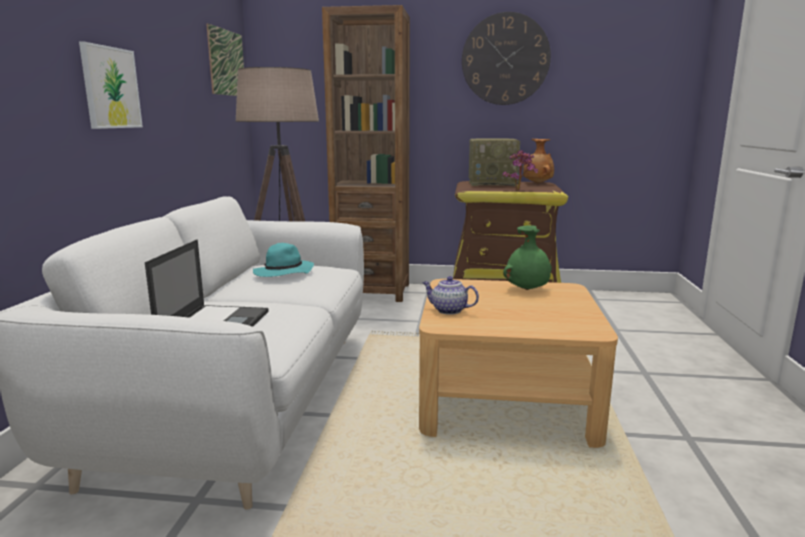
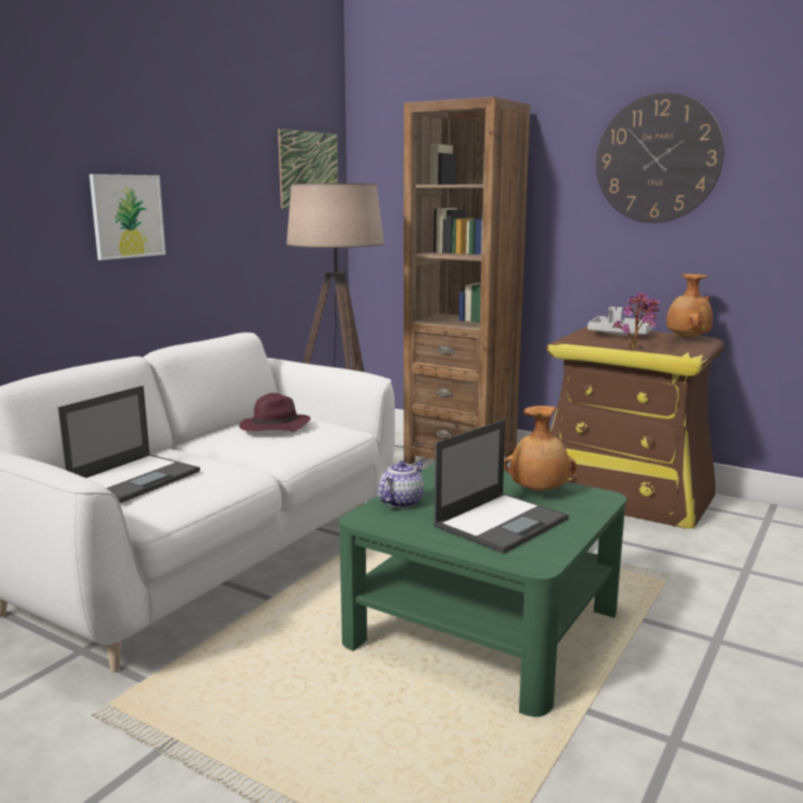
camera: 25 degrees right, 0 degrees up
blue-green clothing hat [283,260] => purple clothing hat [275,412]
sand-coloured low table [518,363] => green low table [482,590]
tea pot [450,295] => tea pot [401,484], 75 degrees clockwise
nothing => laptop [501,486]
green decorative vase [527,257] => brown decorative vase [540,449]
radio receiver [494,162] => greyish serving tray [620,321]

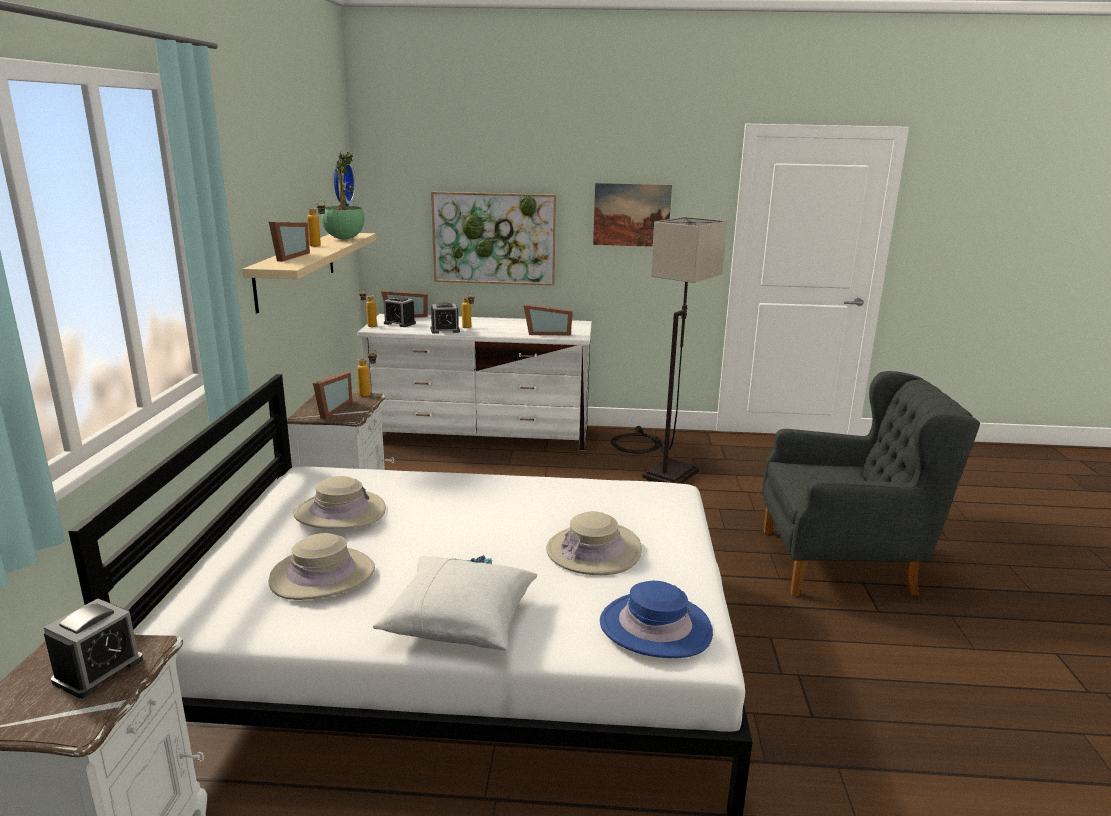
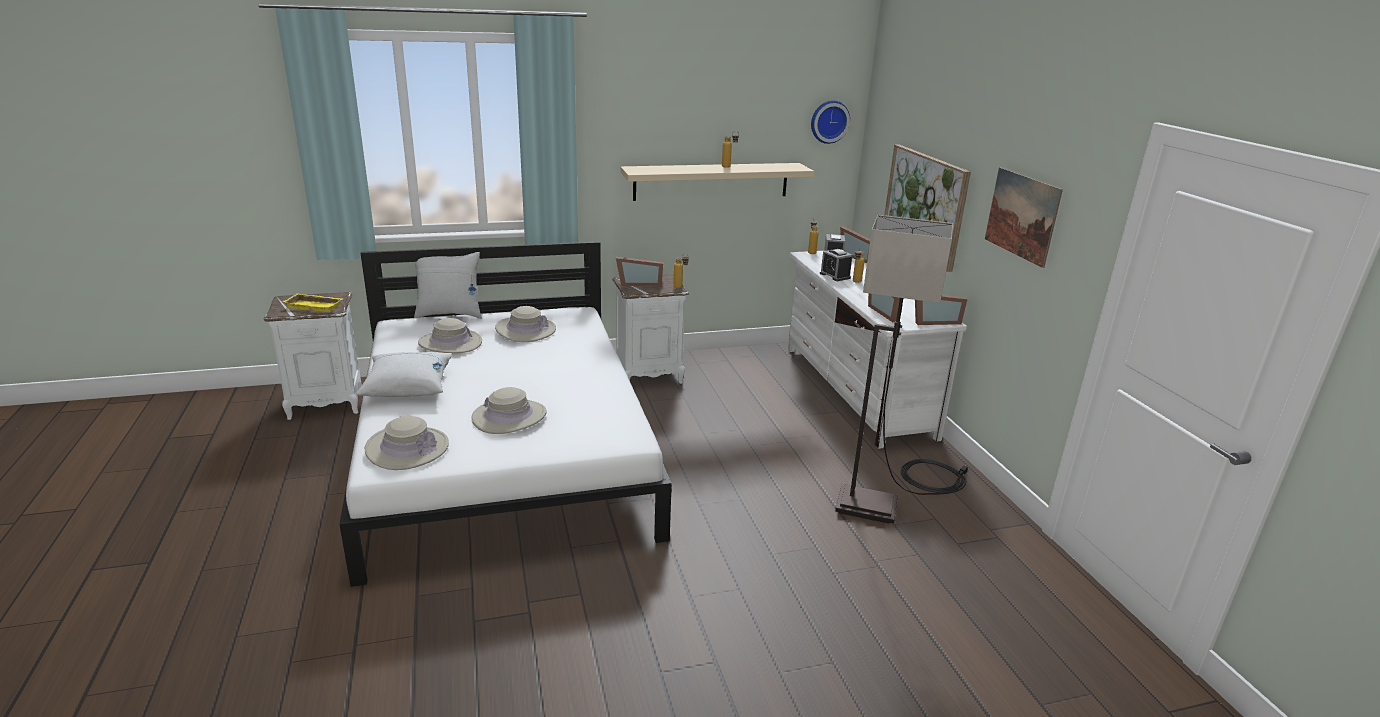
camera: 70 degrees right, 5 degrees up
table clock [93,648] => yellow serving tray [312,302]
blue-coloured clothing hat [656,619] => sand-coloured clothing hat [407,443]
nothing => greyish pillow [448,285]
picture frame [289,241] => picture frame [941,310], shifted
houseplant [342,195] => nothing
greyish easy chair [871,483] => nothing

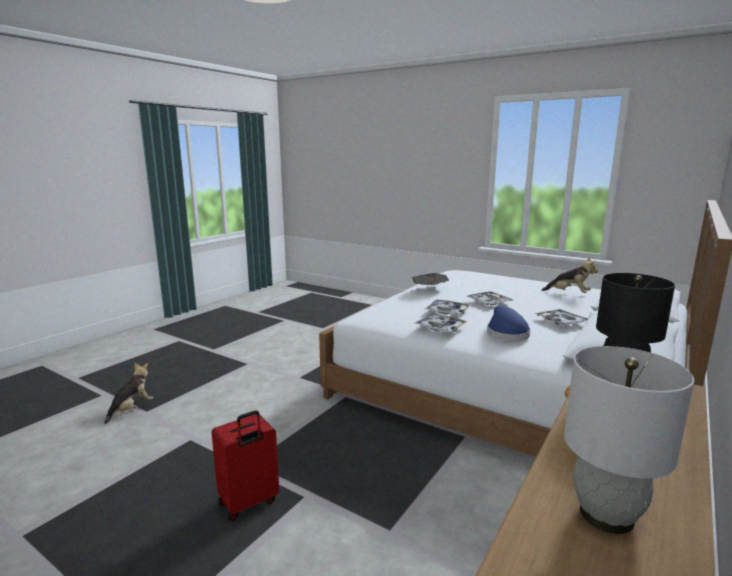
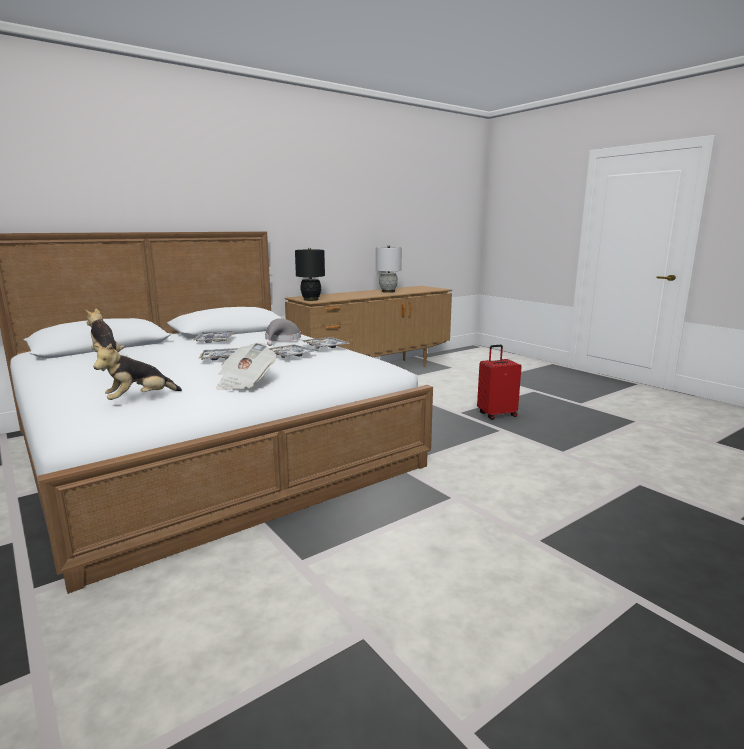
camera: 160 degrees left, 0 degrees up
cuddly toy [129,393] => cuddly toy [137,372], shifted
blue-coloured clothing hat [509,323] => greyish clothing hat [283,332]

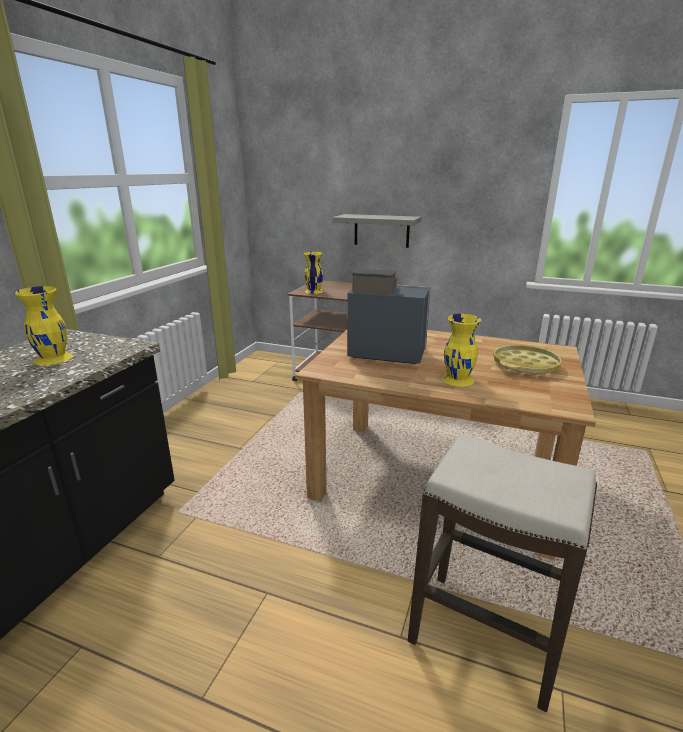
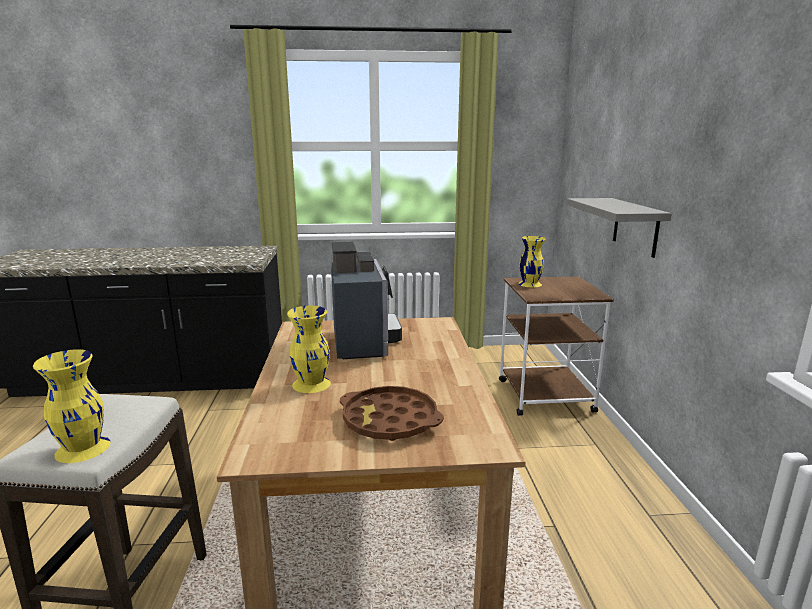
camera: 65 degrees right, 5 degrees down
yellow decorative vase [43,325] => yellow decorative vase [71,406], shifted
yellow serving tray [527,360] => brown serving tray [392,413]

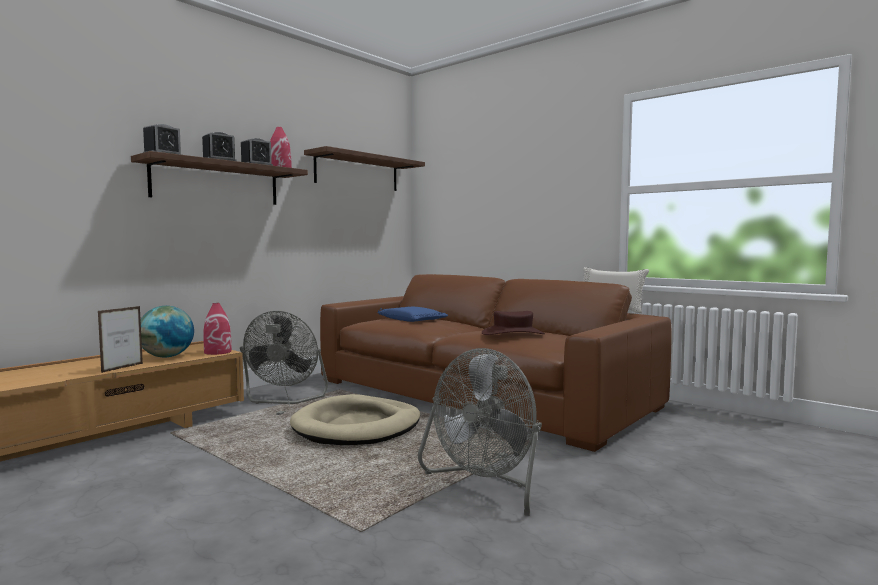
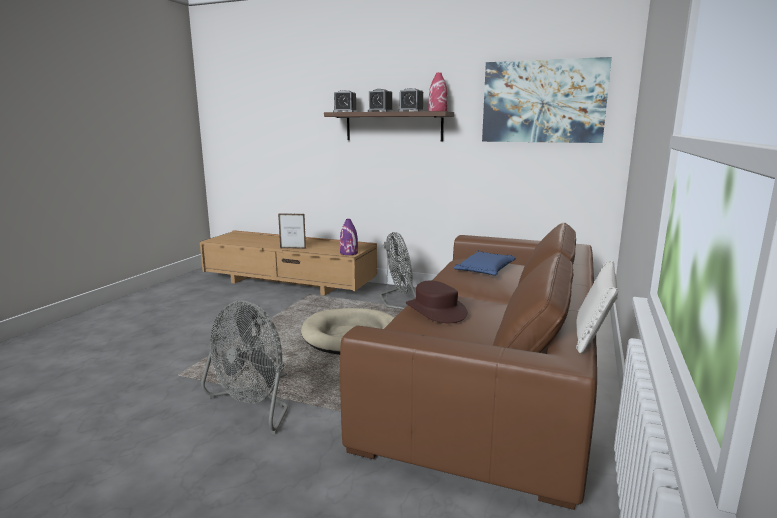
camera: 70 degrees right, 10 degrees up
greyish cooling fan [480,432] => greyish cooling fan [244,367], 75 degrees counterclockwise
reddish decorative vase [217,329] => purple decorative vase [349,237]
shelf [364,168] => picture [547,100]
desk globe [167,331] => nothing

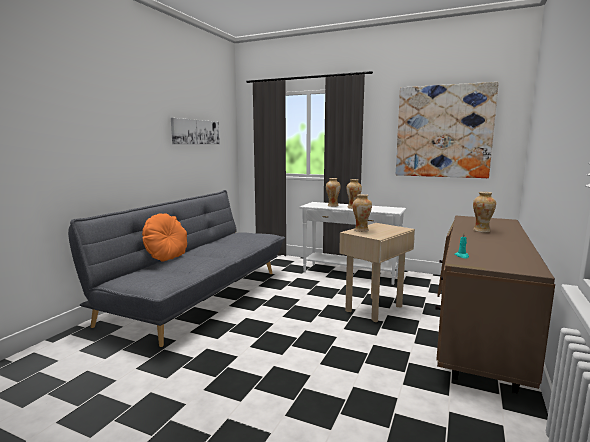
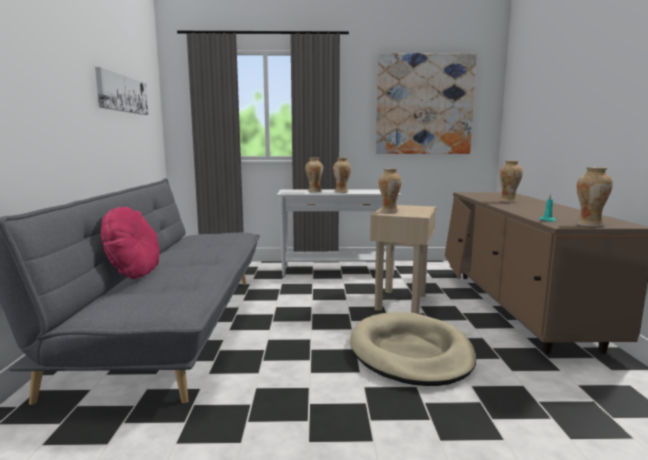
camera: 25 degrees left, 0 degrees up
orange pillow [164,237] => pink pillow [130,243]
nothing => sand-coloured pet bed [413,348]
nothing => decorative vase [595,197]

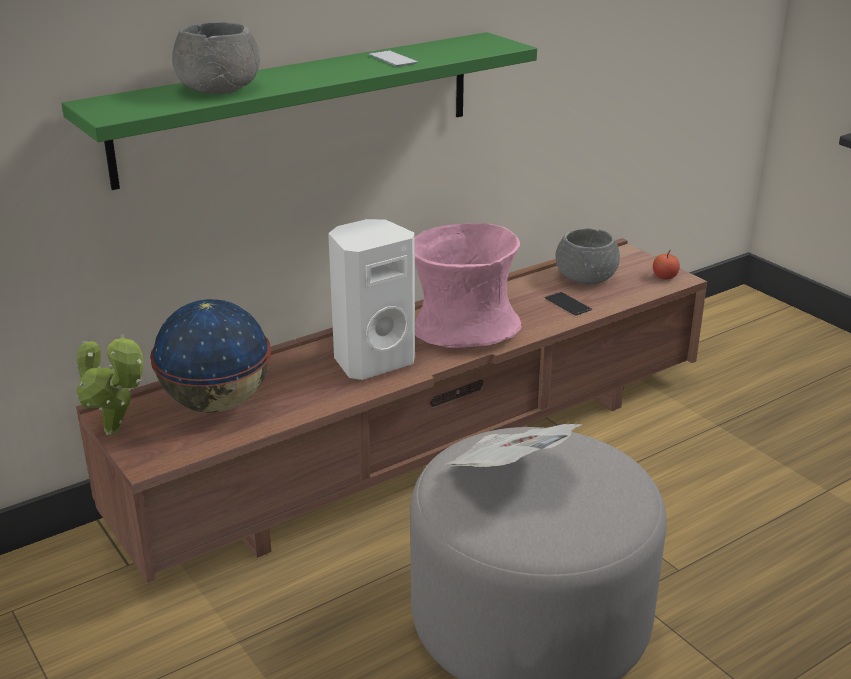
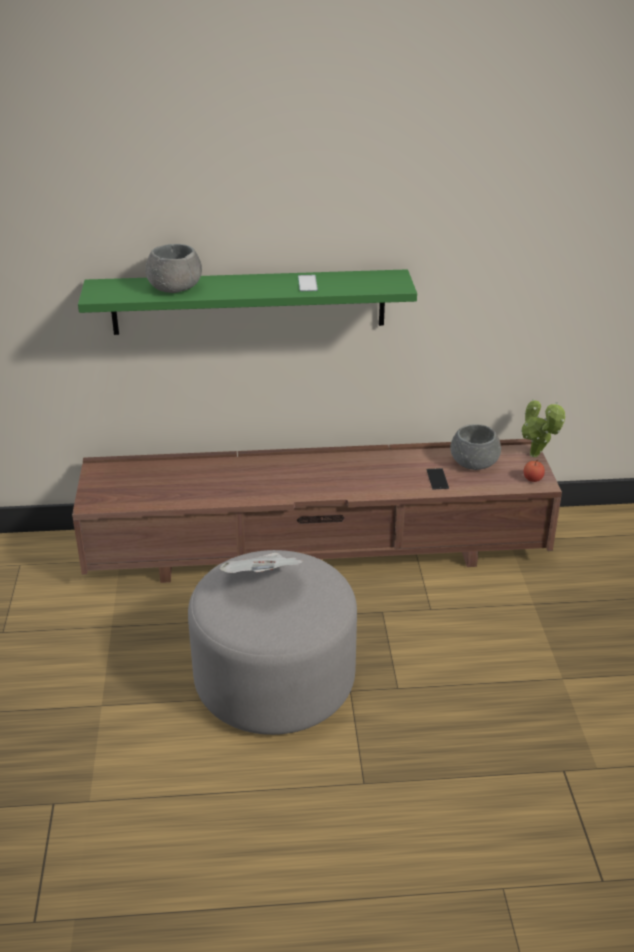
camera: 30 degrees right, 5 degrees up
houseplant [109,384] => houseplant [543,428], shifted
desk globe [210,356] => nothing
white loudspeaker [371,299] => nothing
pink decorative vase [468,285] => nothing

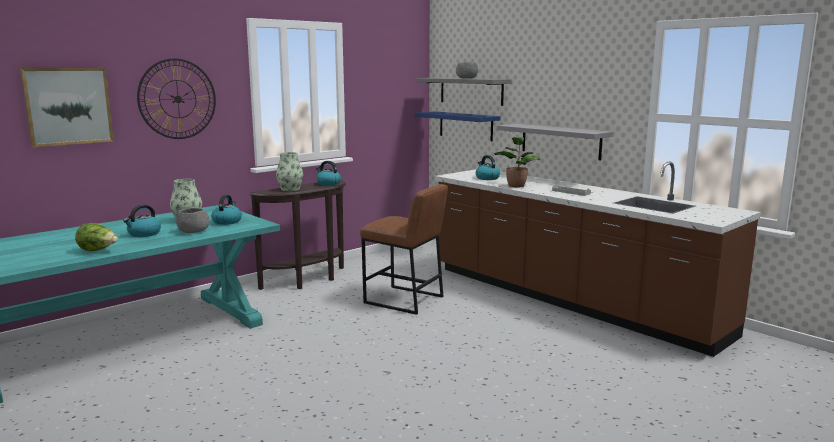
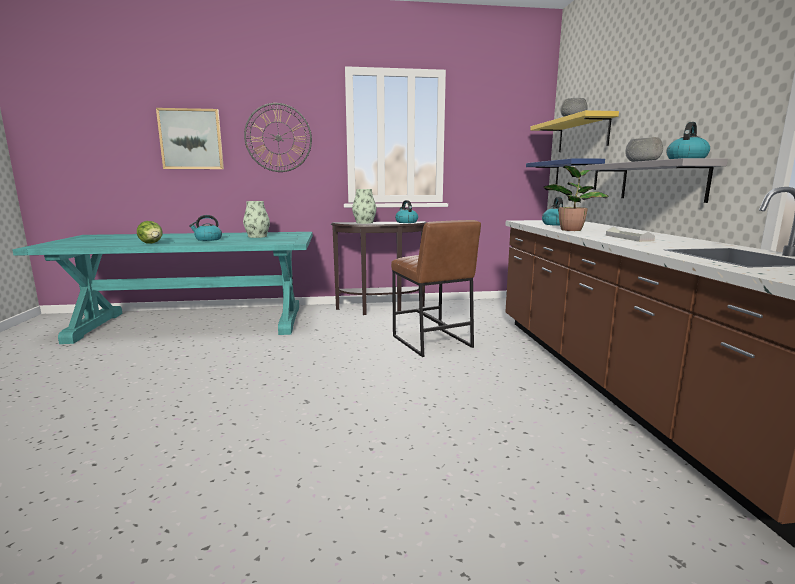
camera: 35 degrees right, 0 degrees up
greyish shelf [464,92] => yellow shelf [574,131]
greyish deep dish [193,220] => greyish deep dish [644,149], shifted
water kettle [226,209] => water kettle [688,140], shifted

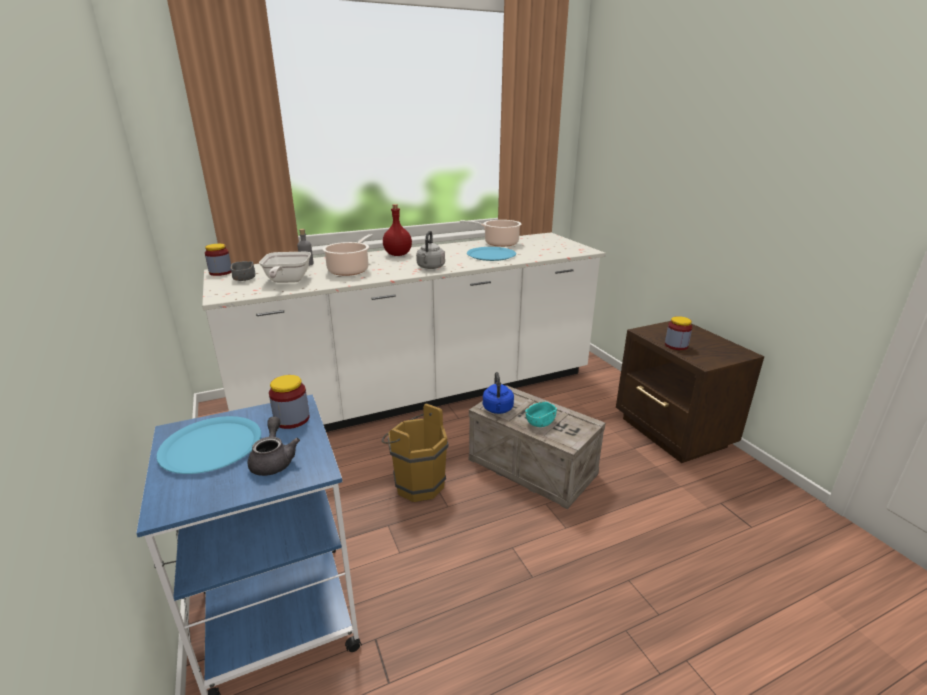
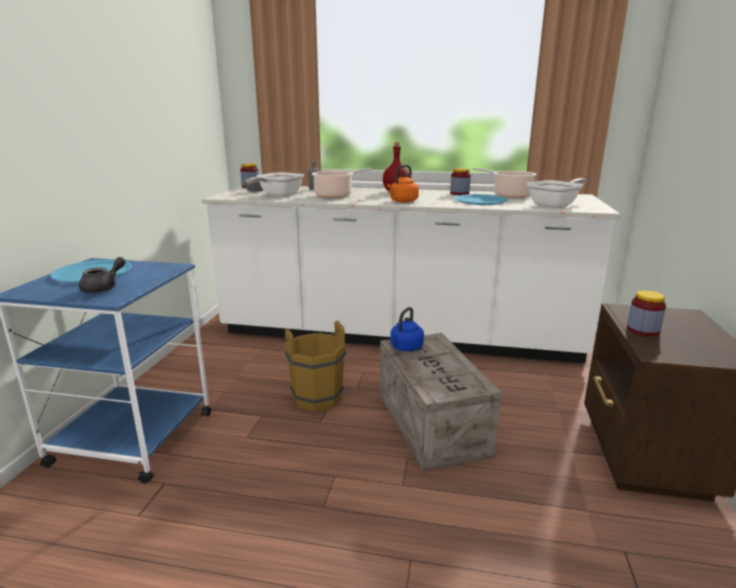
camera: 35 degrees right, 5 degrees down
greyish water kettle [430,250] => orange water kettle [403,183]
preserve jar [289,402] => preserve jar [460,181], shifted
nothing => pan [557,193]
blue-green deep dish [541,414] => nothing

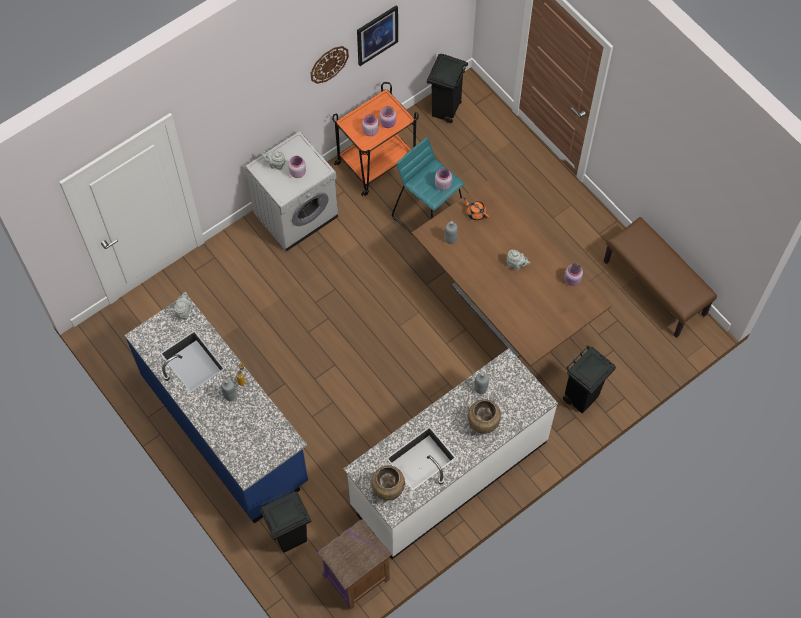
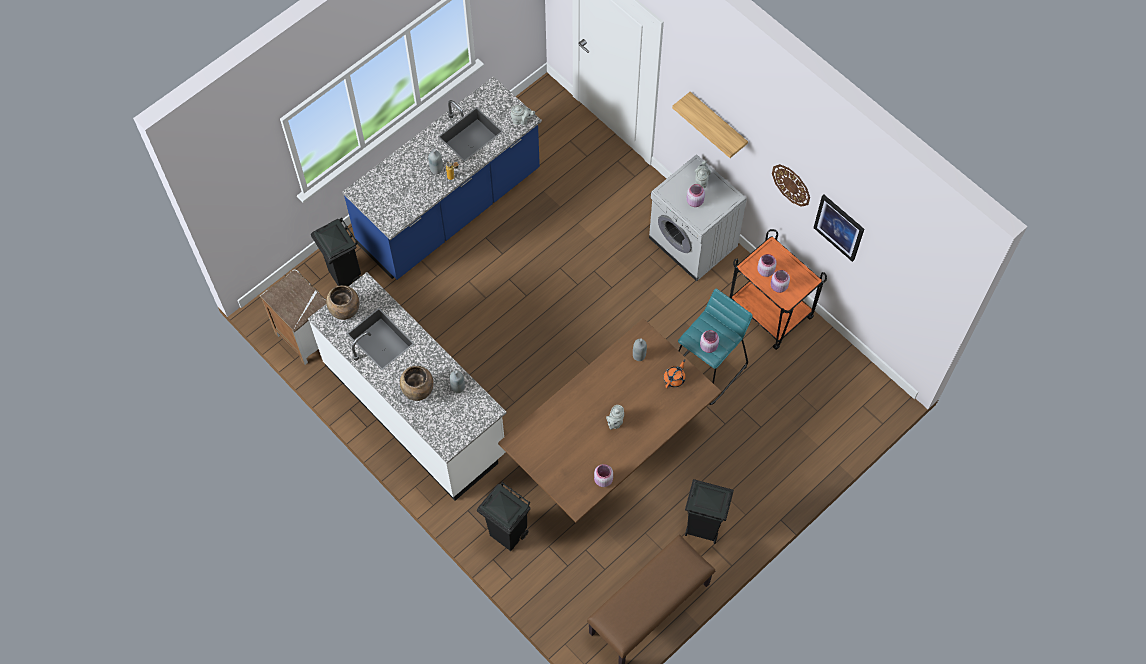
camera: 85 degrees right, 0 degrees up
purple bedside table [355,565] => white bedside table [293,317]
nothing => shelf [710,125]
black-coloured waste bin [447,88] => black-coloured waste bin [709,511], shifted

